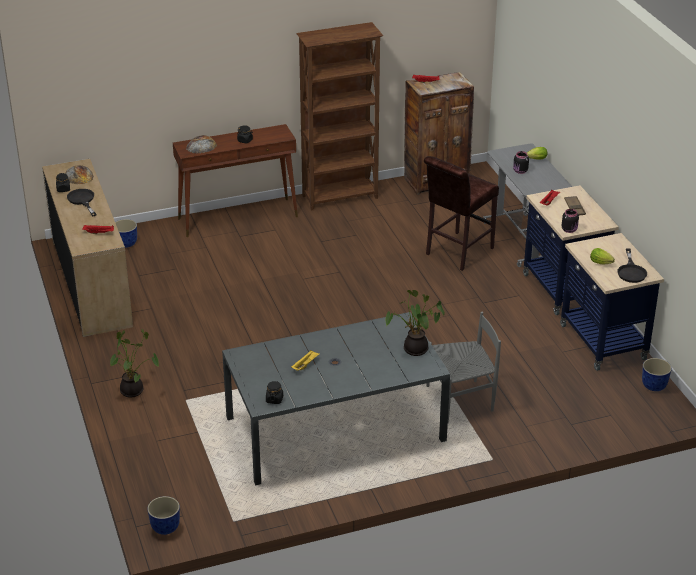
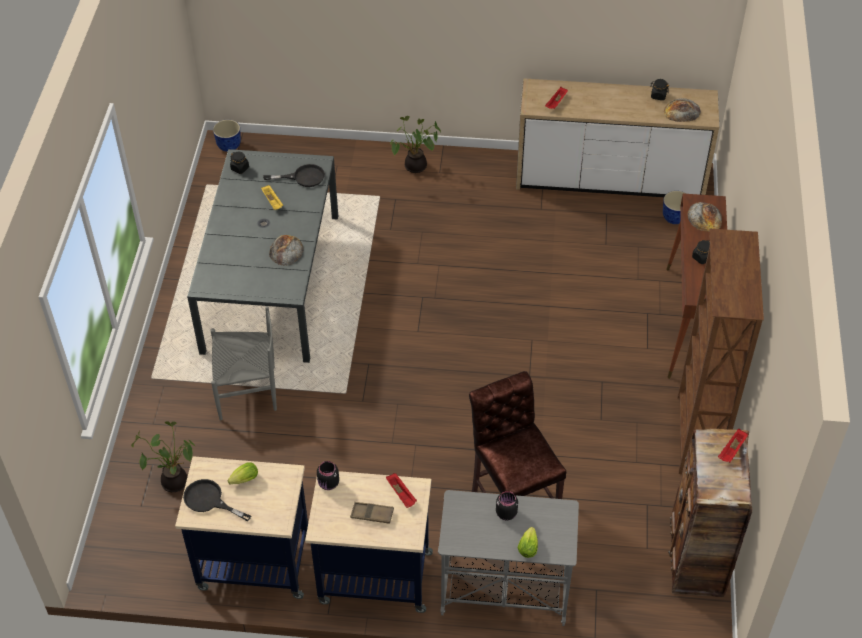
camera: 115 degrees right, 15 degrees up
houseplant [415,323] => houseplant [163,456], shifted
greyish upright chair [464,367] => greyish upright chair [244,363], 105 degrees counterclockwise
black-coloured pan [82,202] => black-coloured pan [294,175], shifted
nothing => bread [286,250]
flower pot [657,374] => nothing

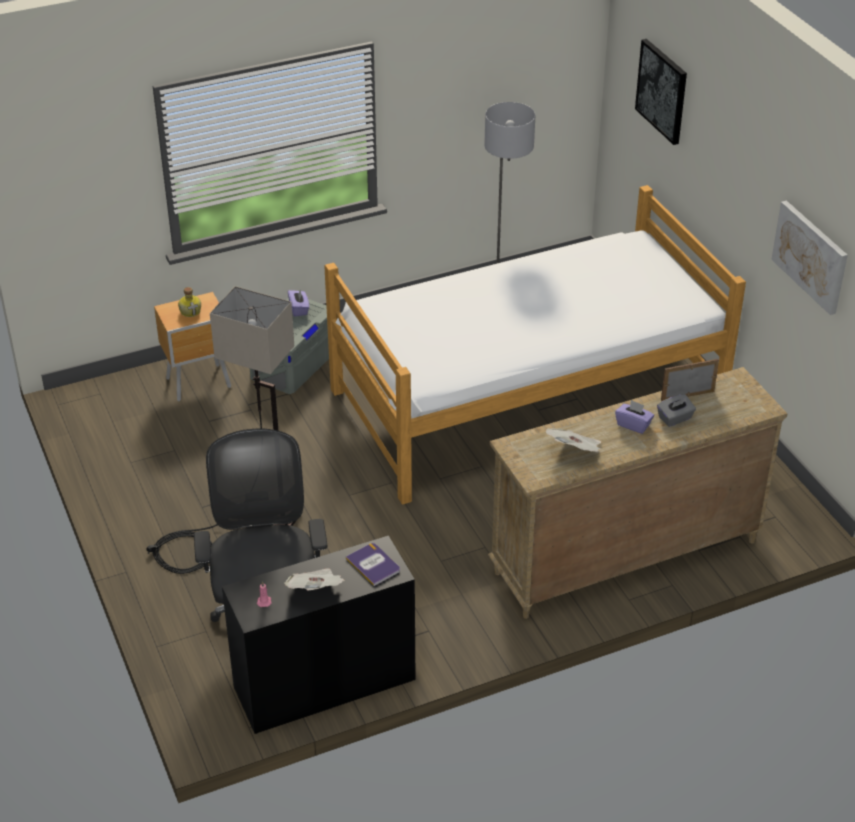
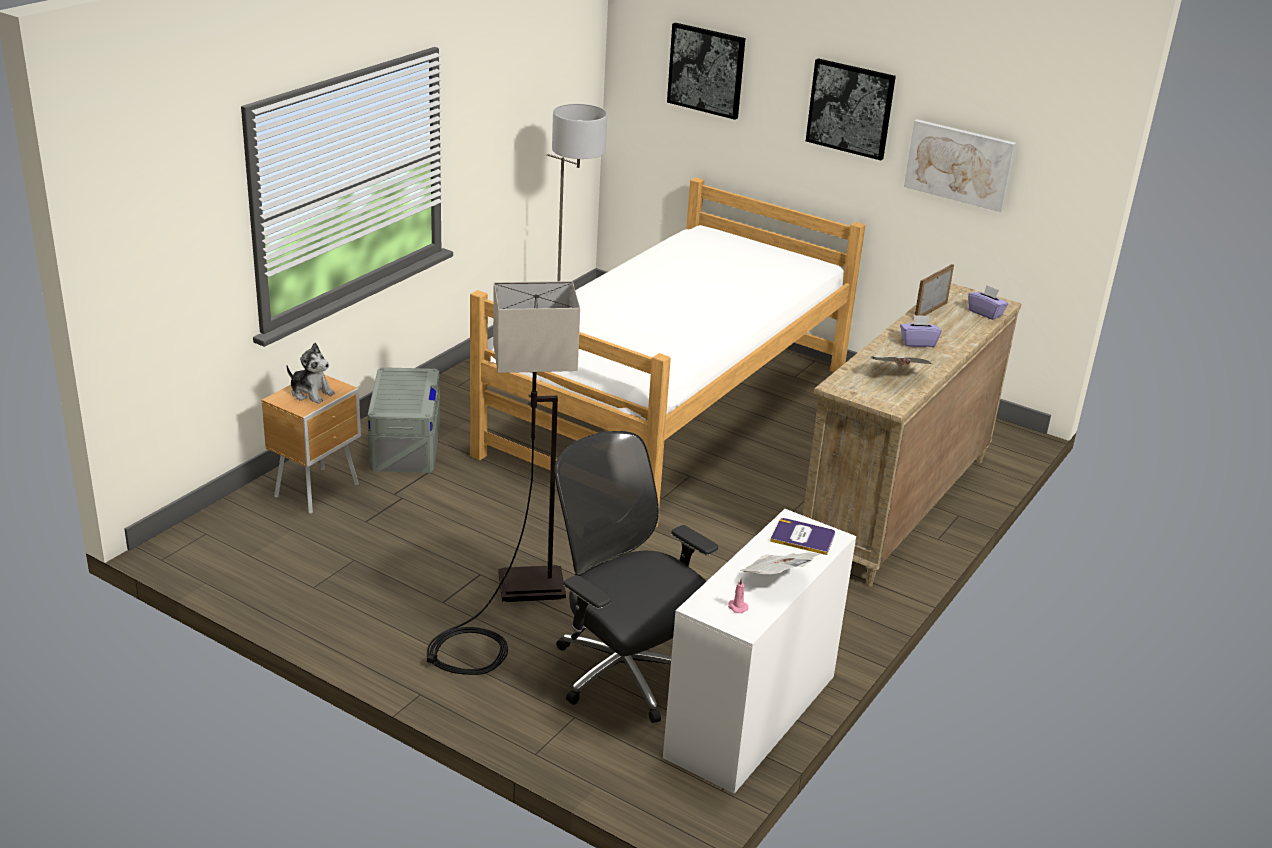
camera: 35 degrees left, 10 degrees down
bottle [189,302] => cuddly toy [311,373]
black-coloured desk table [318,635] => white desk table [759,651]
nothing => picture [851,109]
purple box of tissues [298,302] => purple box of tissues [988,302], shifted
greyish box of tissues [676,410] => nothing

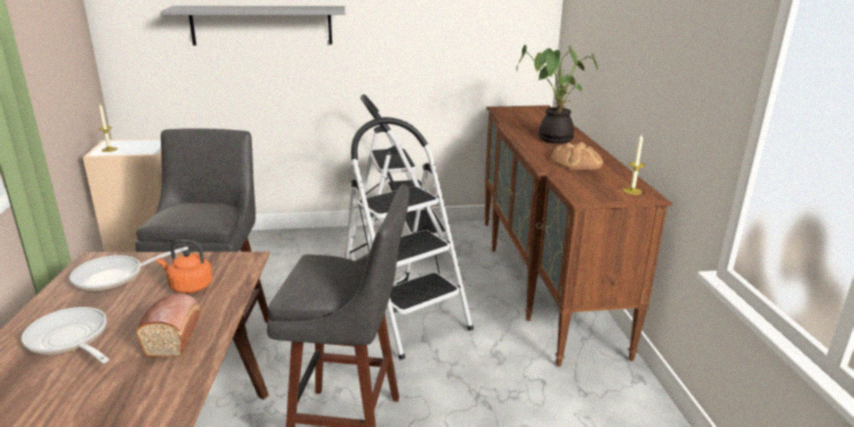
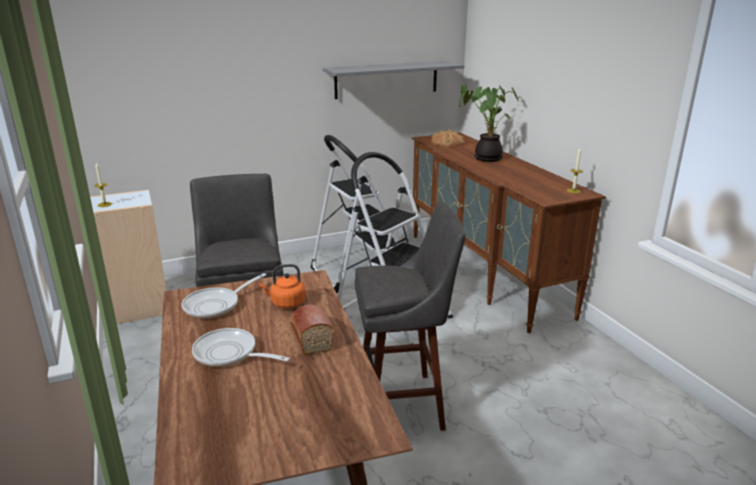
camera: 15 degrees left, 0 degrees up
greyish shelf [253,25] => greyish shelf [393,80], shifted
bread [577,156] => bread [448,138], shifted

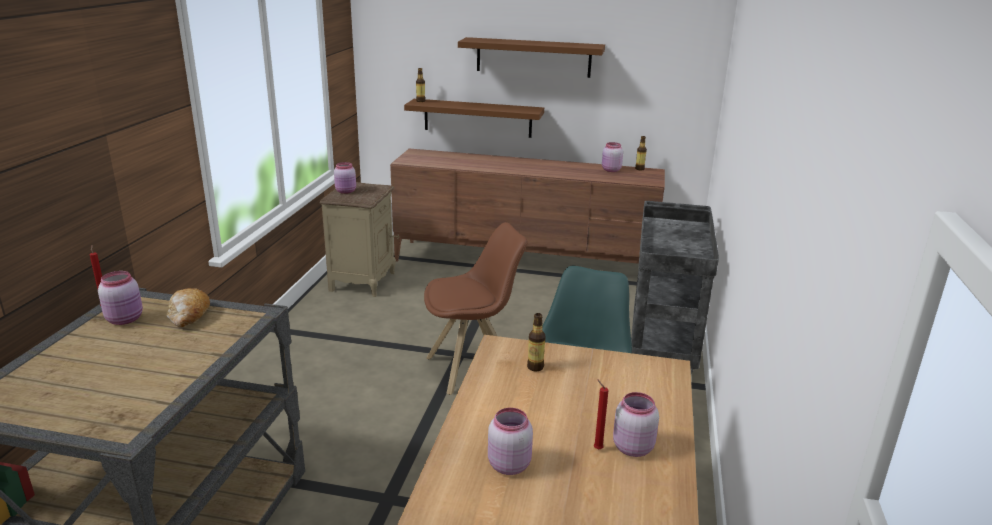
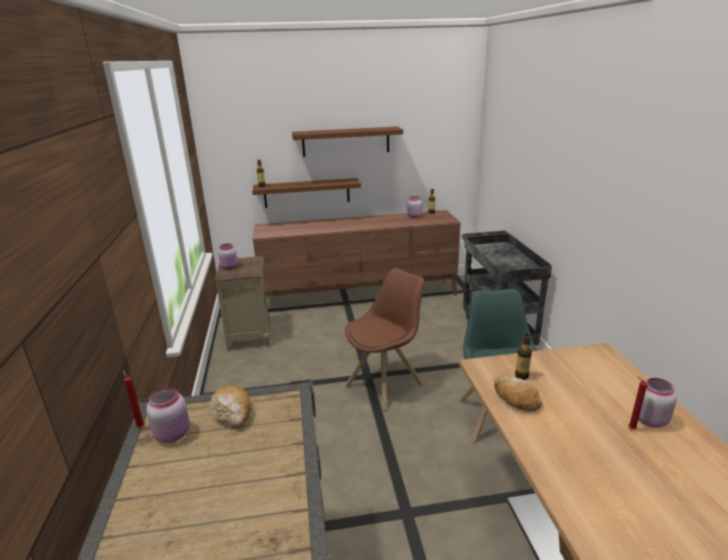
camera: 20 degrees left, 0 degrees up
nothing => bread [518,394]
pink preserve jar [510,441] => nothing

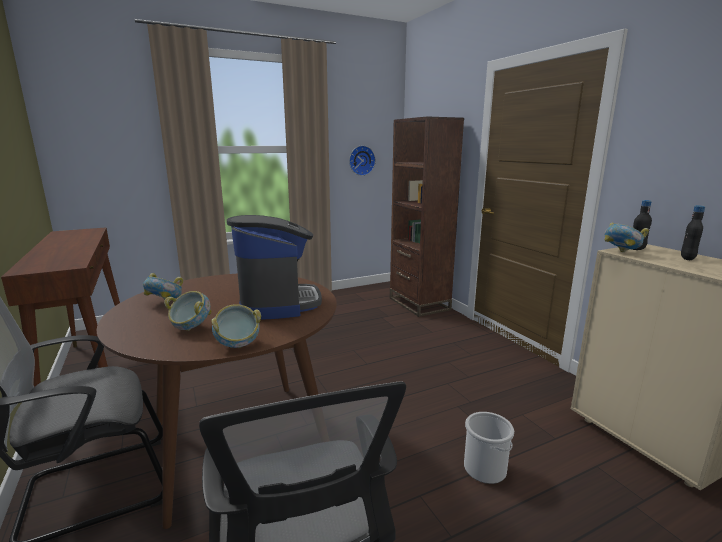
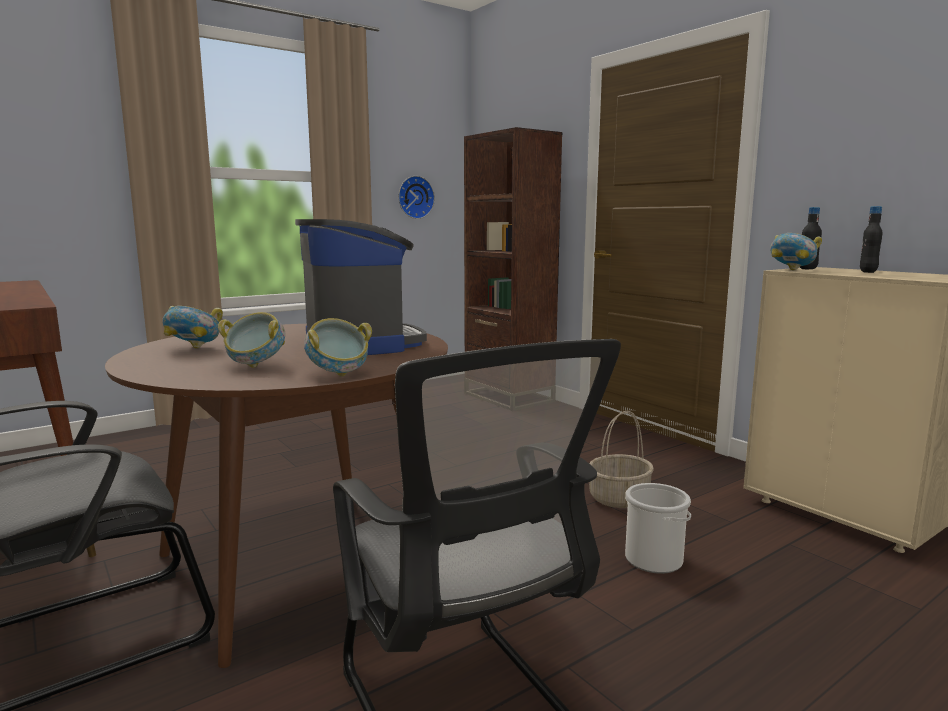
camera: 10 degrees left, 5 degrees down
nothing => basket [621,459]

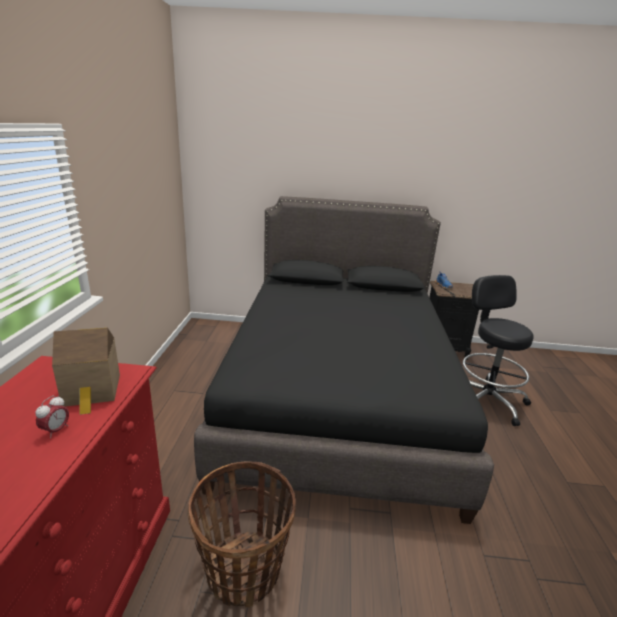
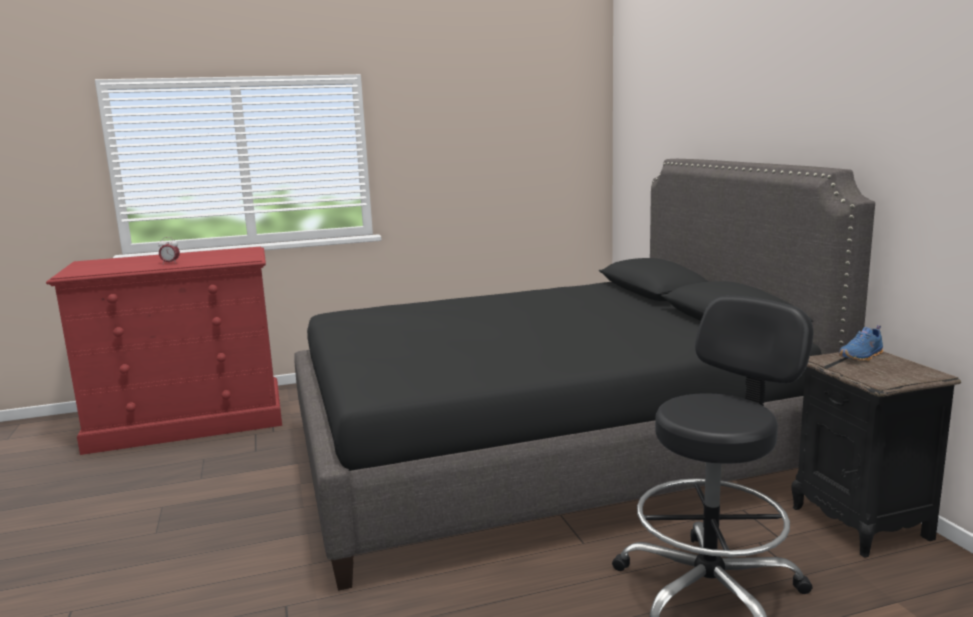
camera: 70 degrees right, 10 degrees down
miniature house [86,371] => nothing
basket [242,534] => nothing

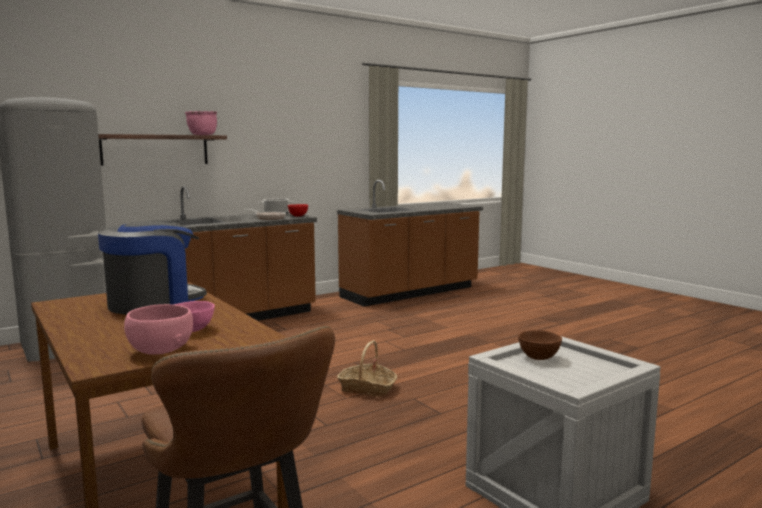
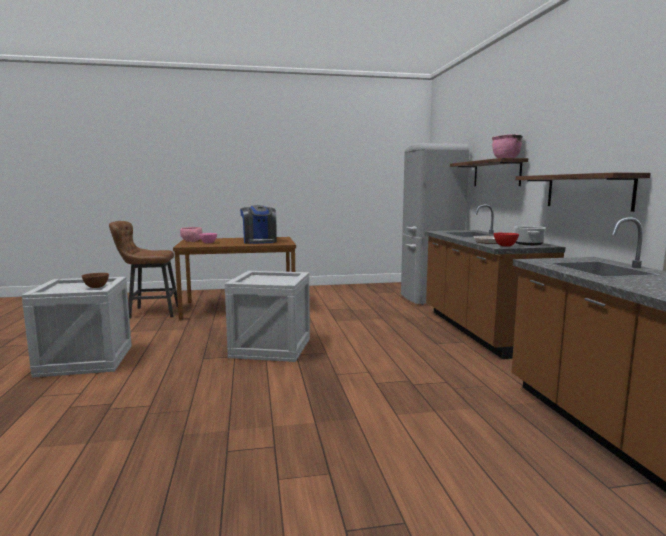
camera: 115 degrees right, 0 degrees up
basket [367,368] => packing crate [267,316]
nothing => shelf [583,192]

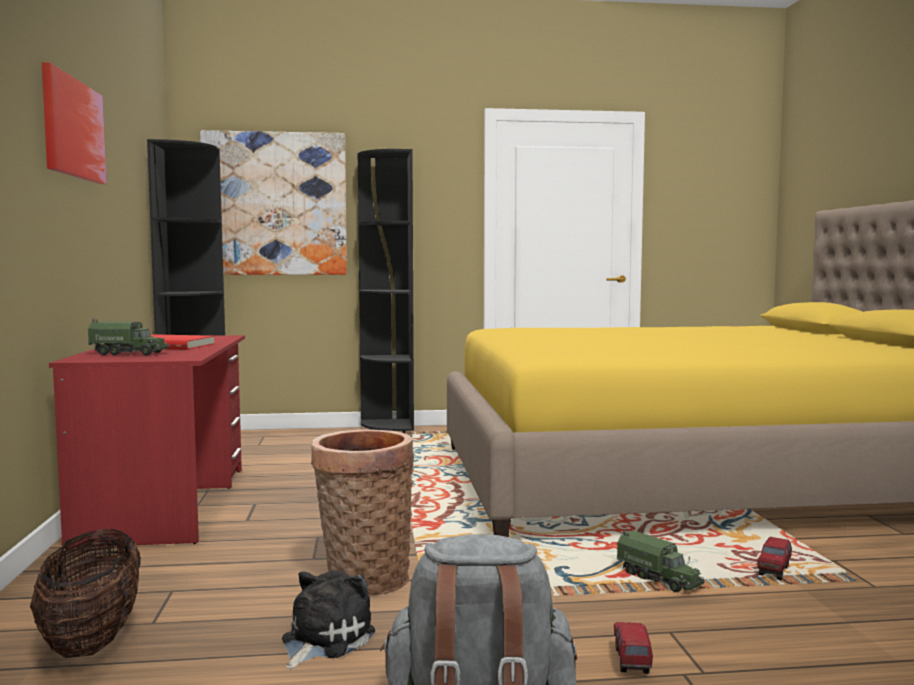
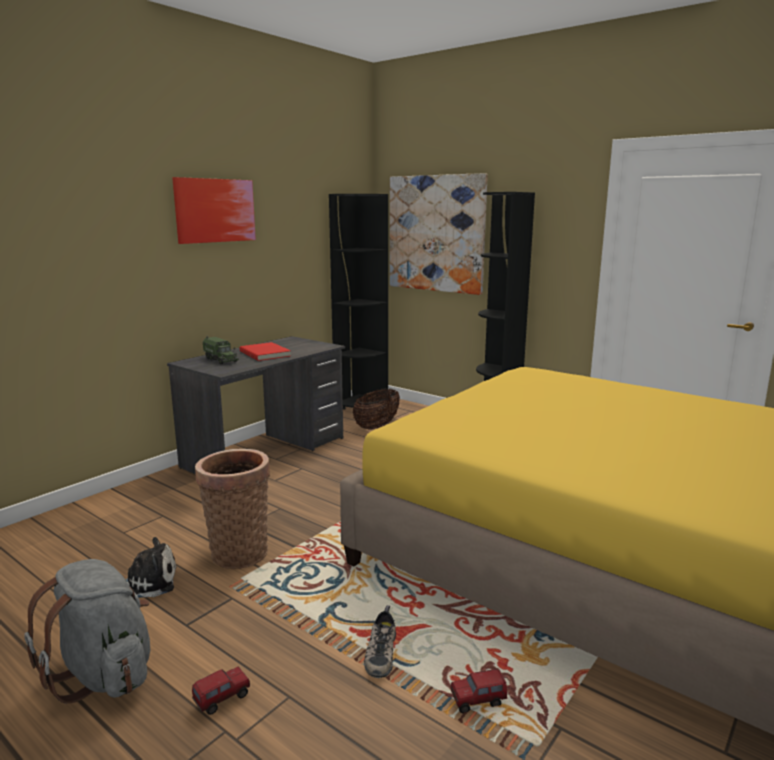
camera: 45 degrees right, 10 degrees up
reddish desk table [147,442] => greyish desk table [256,405]
basket [85,593] => basket [376,409], shifted
model truck [661,561] => low shoe [380,641]

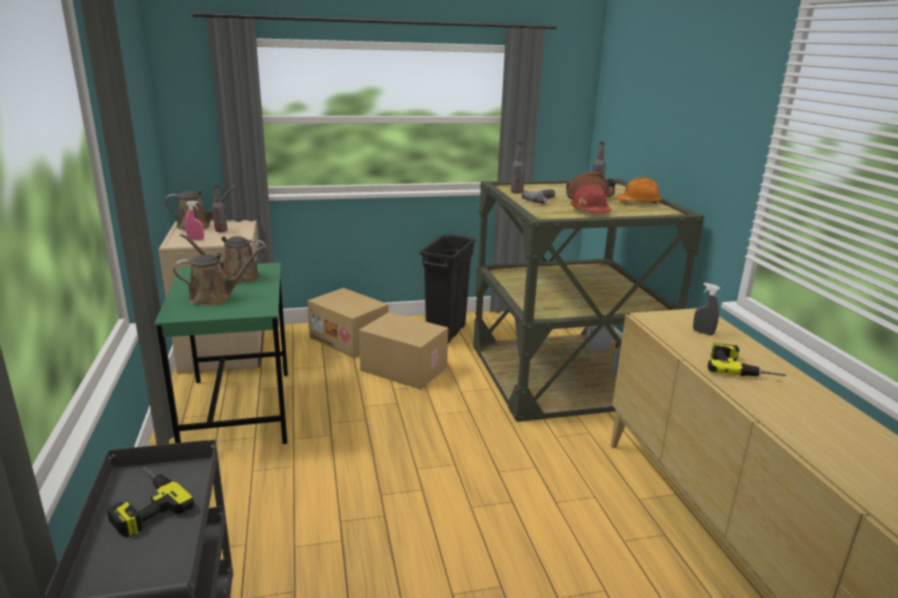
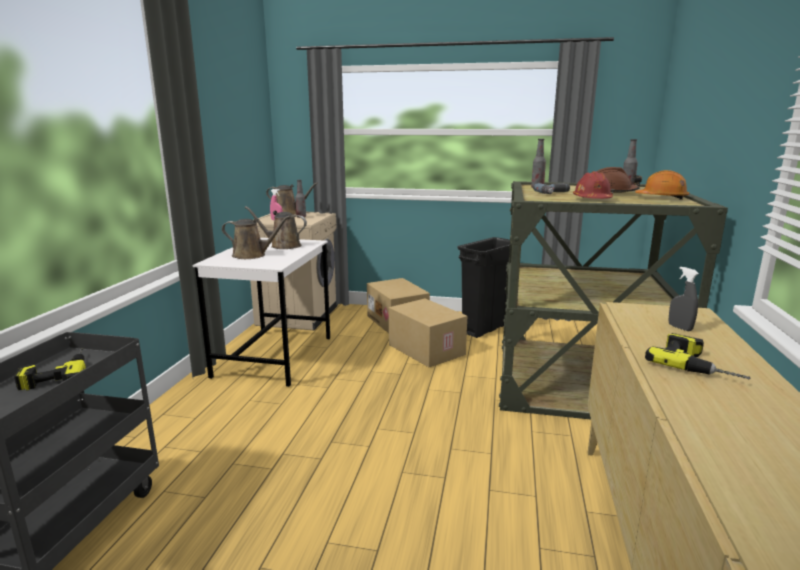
camera: 25 degrees right, 5 degrees down
green desk table [221,353] => white desk table [261,312]

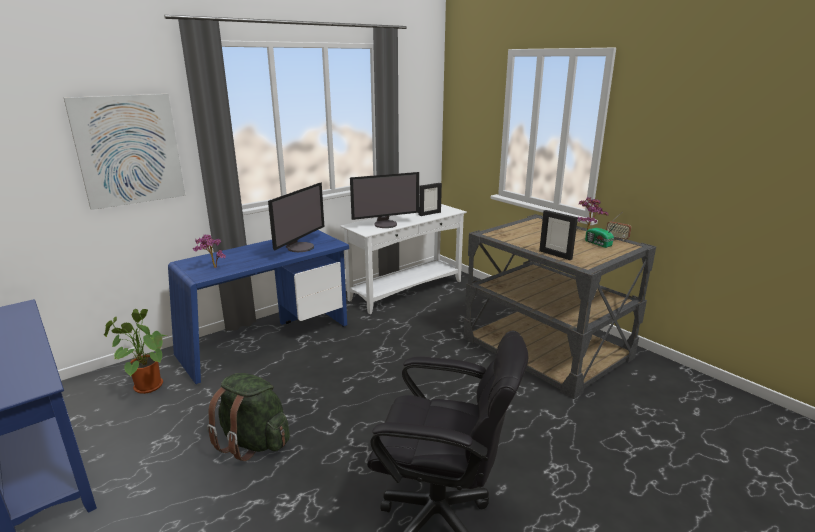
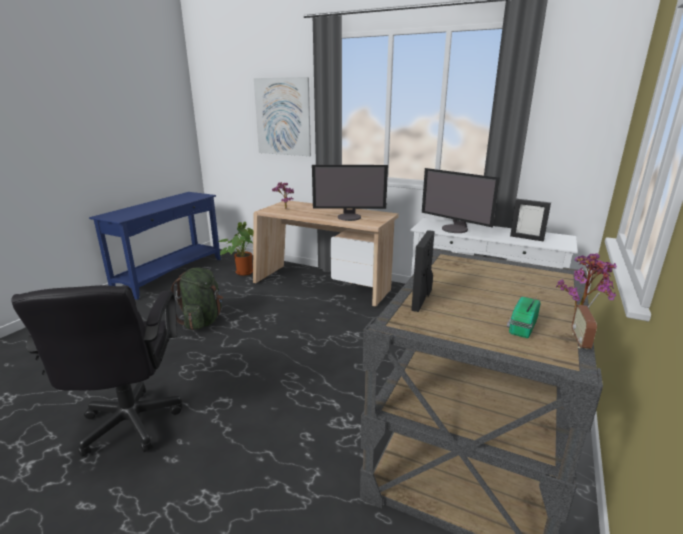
camera: 65 degrees right, 0 degrees up
blue-coloured desk table [258,307] => sand-coloured desk table [326,253]

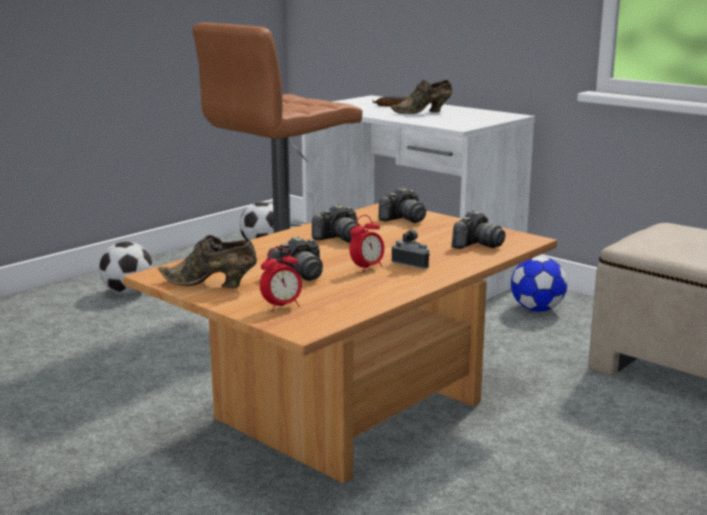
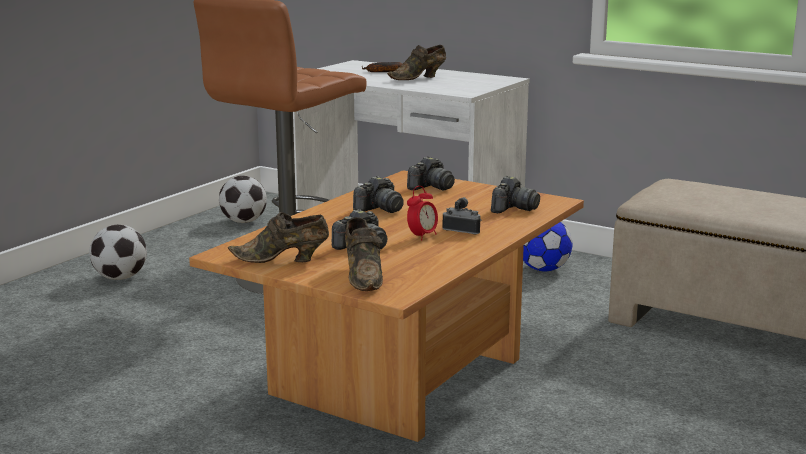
camera: 10 degrees left, 0 degrees up
table clock [281,279] => brown low shoe [364,254]

